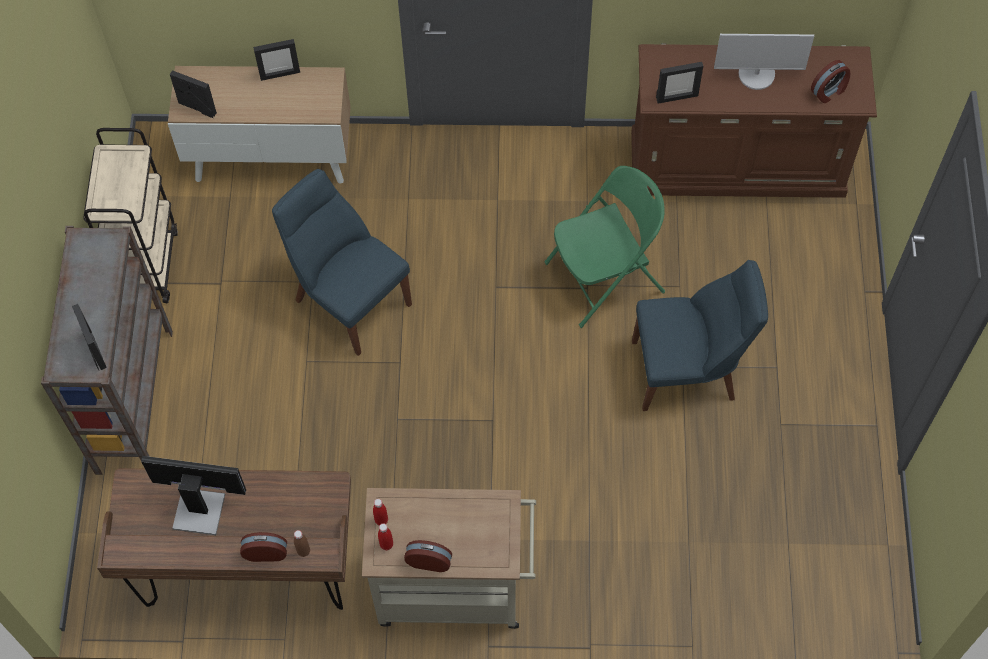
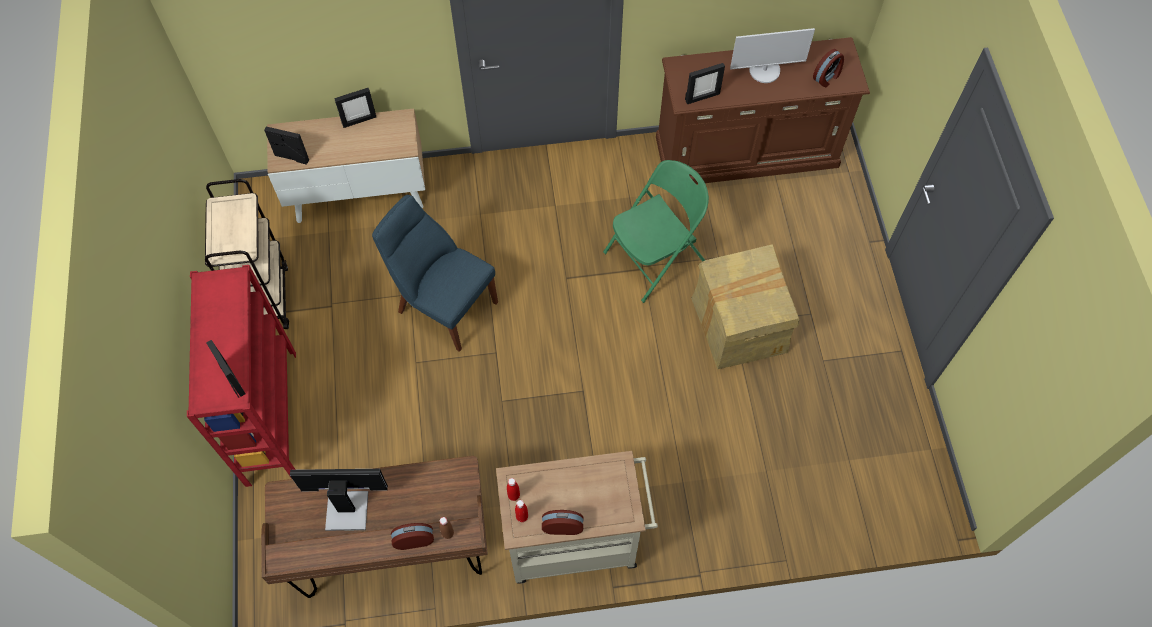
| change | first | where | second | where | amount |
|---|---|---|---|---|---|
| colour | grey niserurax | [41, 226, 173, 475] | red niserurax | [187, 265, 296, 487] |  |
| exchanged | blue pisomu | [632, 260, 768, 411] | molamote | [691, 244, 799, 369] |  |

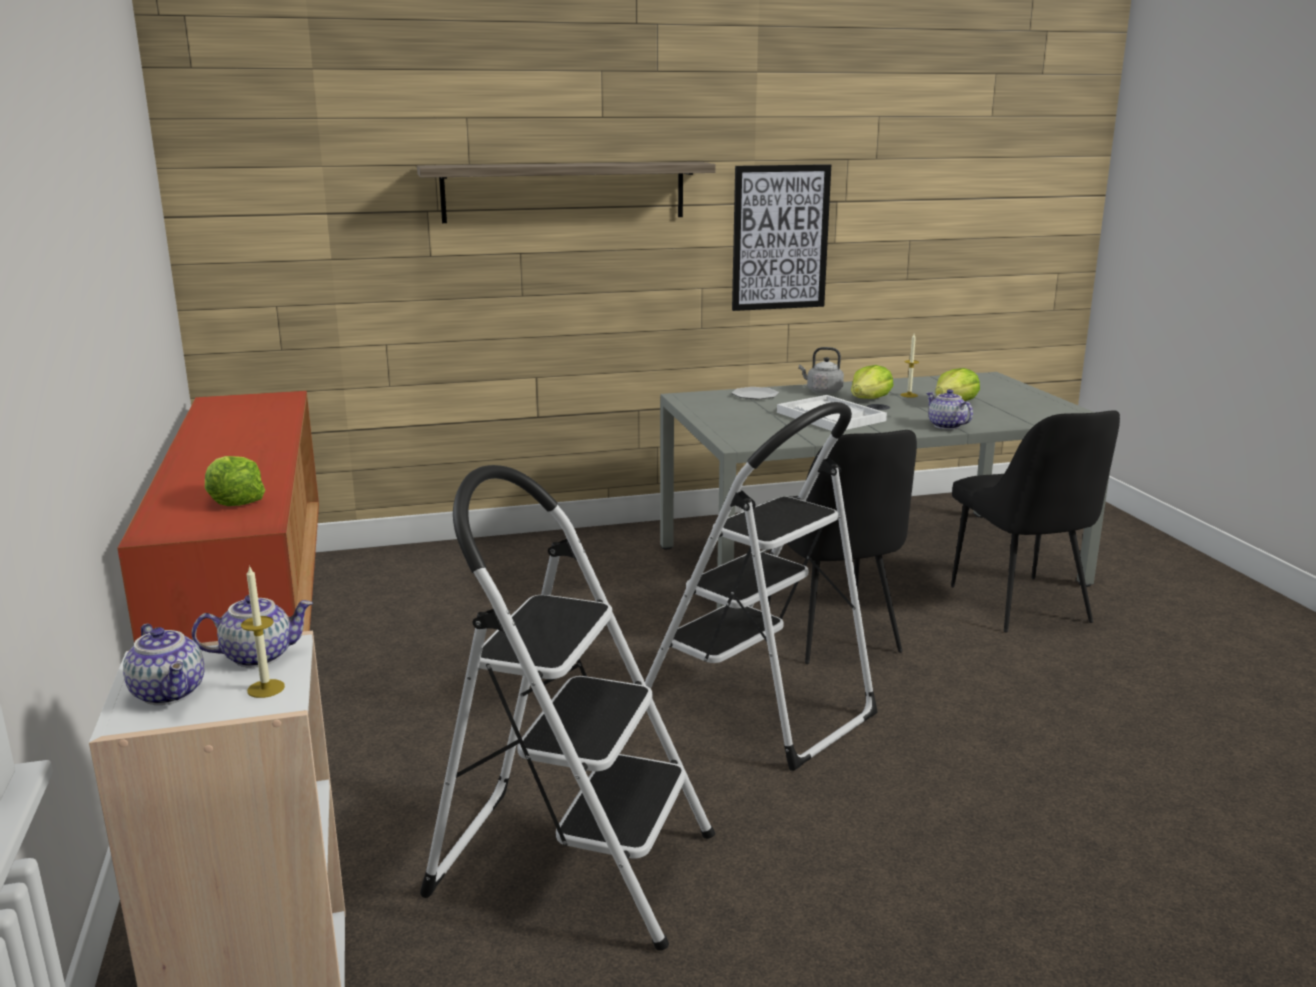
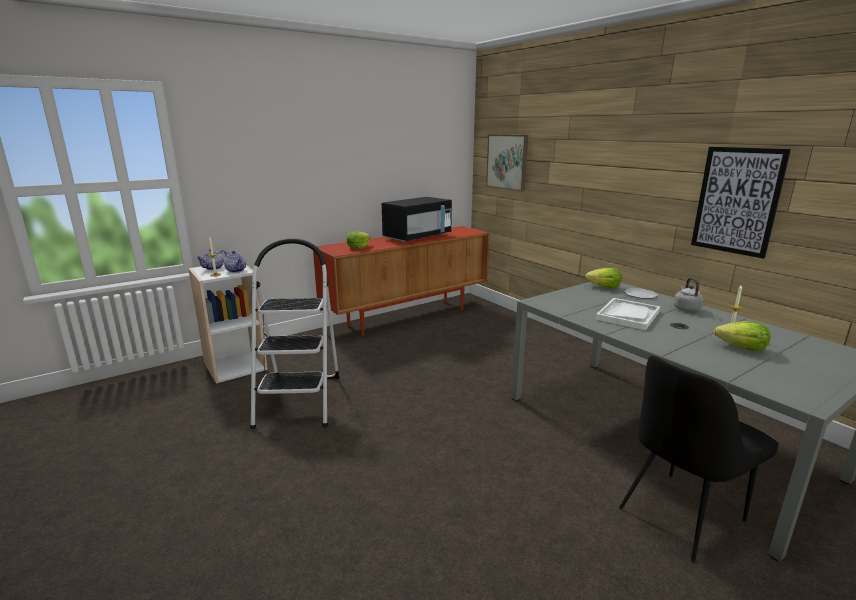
| change | first | where | second | where | amount |
|---|---|---|---|---|---|
| appeared |  |  | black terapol | [382, 197, 452, 243] |  |
| appeared |  |  | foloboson | [486, 134, 528, 192] |  |
| relocated | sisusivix | [851, 365, 893, 399] |  | [585, 268, 622, 288] |  |
| missing | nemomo | [417, 162, 716, 223] |  |  |  |
| missing | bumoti | [645, 402, 877, 771] |  |  |  |
| missing | black pisomu | [762, 430, 917, 664] |  |  |  |
| missing | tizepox | [927, 389, 973, 429] |  |  |  |

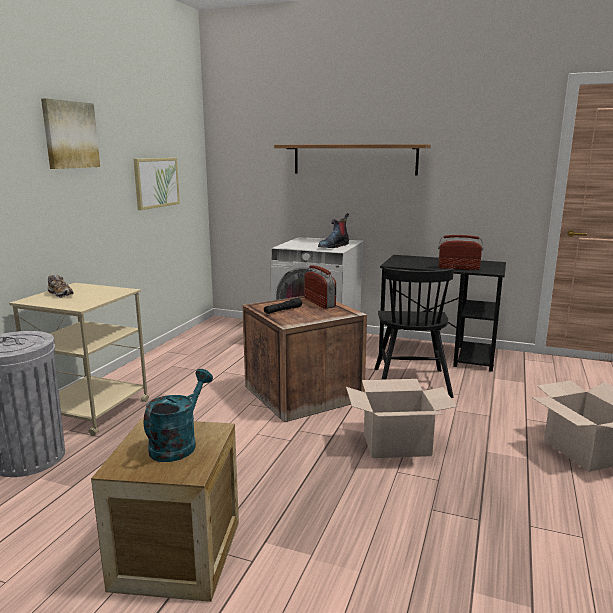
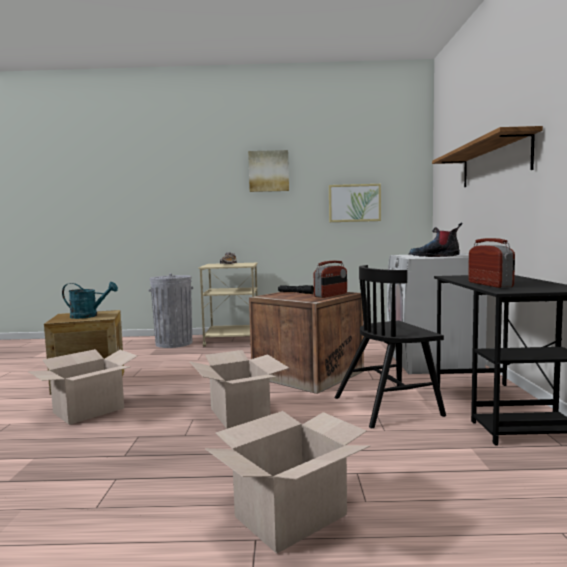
| change | first | where | second | where | amount |
|---|---|---|---|---|---|
| appeared |  |  | molamote | [28, 349, 137, 425] |  |

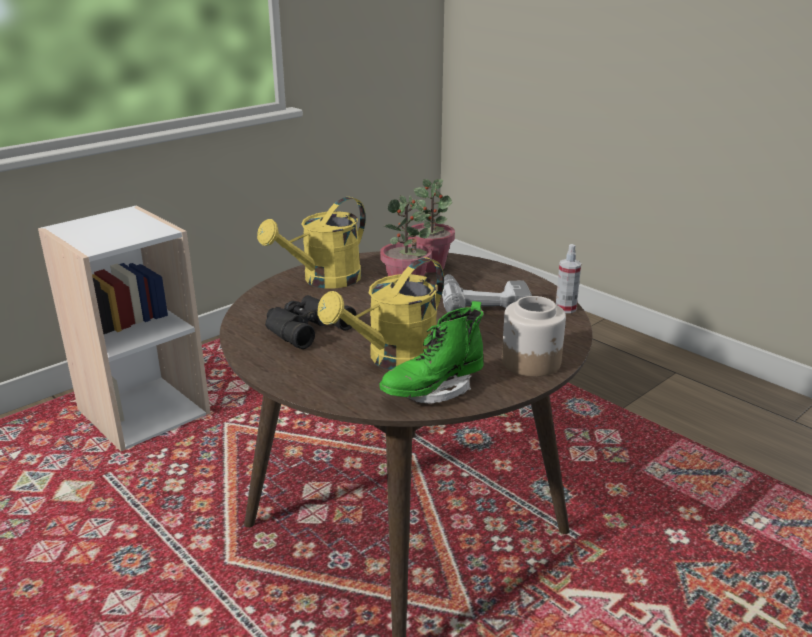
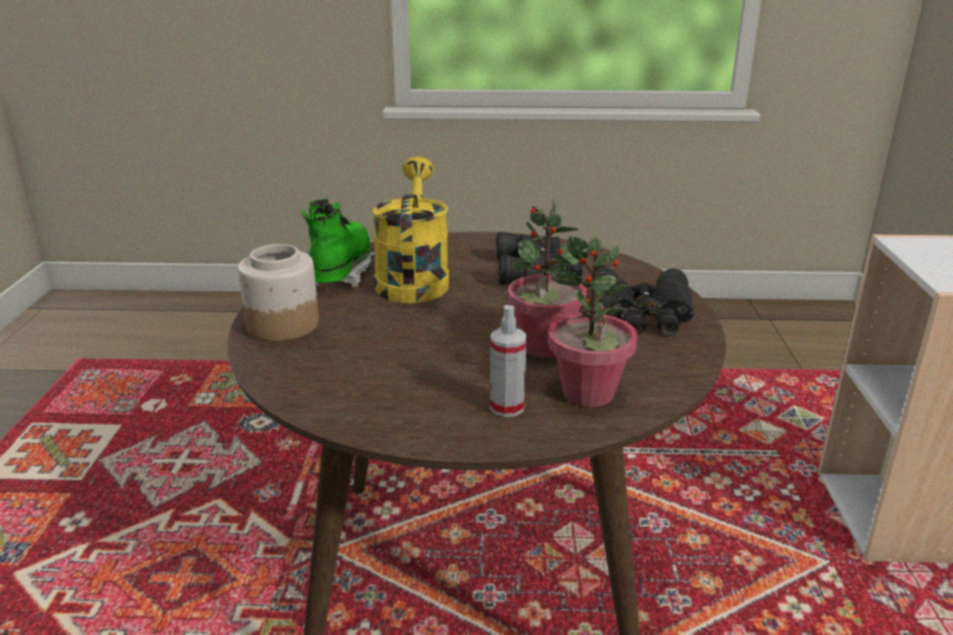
| change | first | where | second | where | amount |
|---|---|---|---|---|---|
| relocated | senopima | [556, 244, 581, 313] |  | [490, 305, 527, 417] |  |
| exchanged | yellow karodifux | [257, 197, 366, 288] | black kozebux | [591, 269, 694, 336] |  |
| missing | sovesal | [442, 274, 532, 313] |  |  |  |

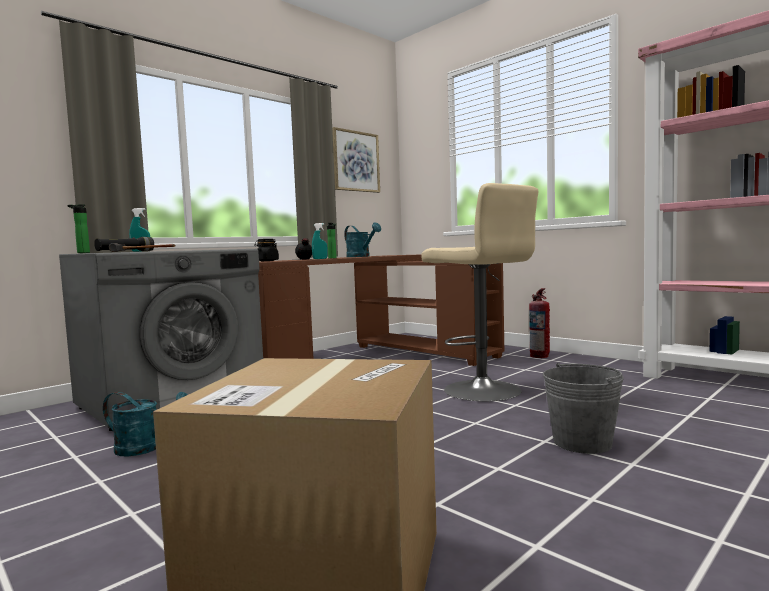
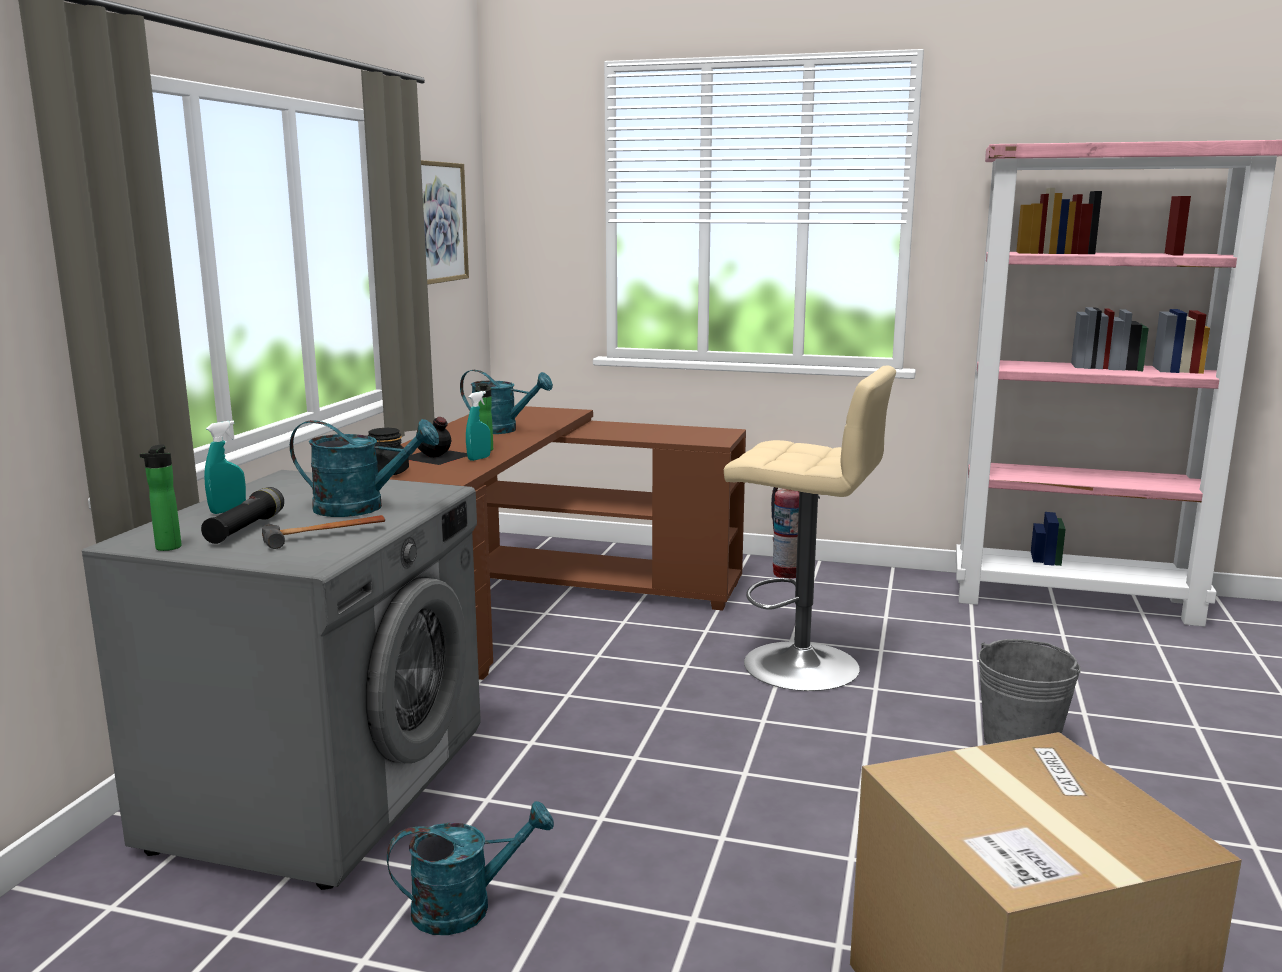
| change | first | where | second | where | amount |
|---|---|---|---|---|---|
| appeared |  |  | turquoise karodifux | [290, 419, 439, 517] |  |

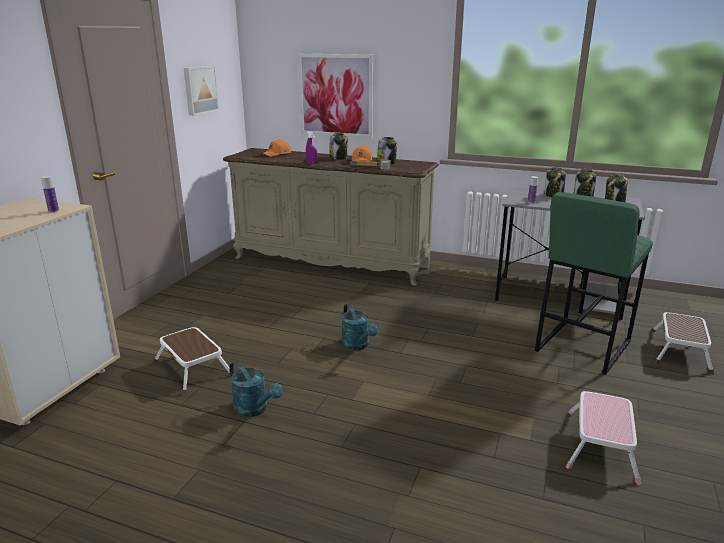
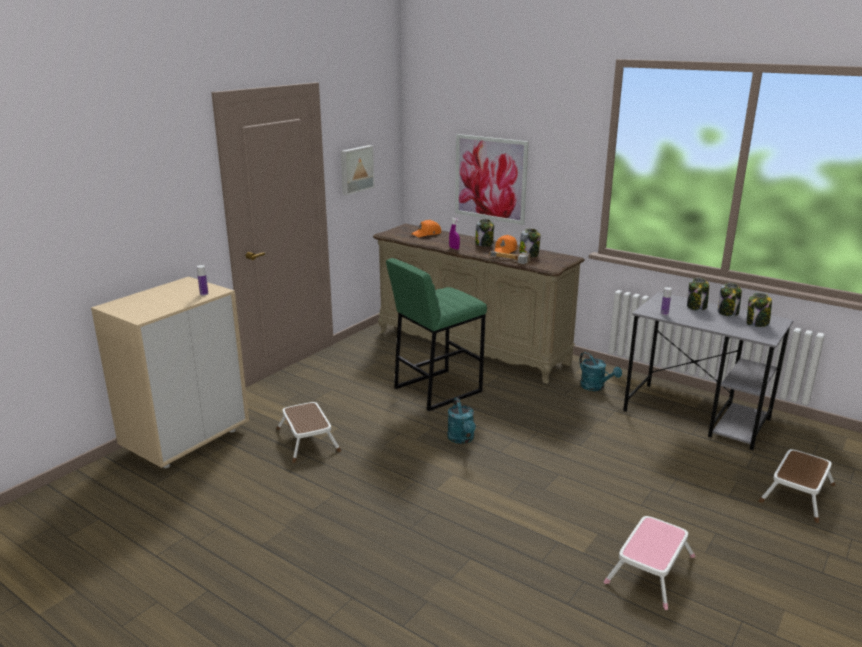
| change | first | where | second | where | amount |
|---|---|---|---|---|---|
| relocated | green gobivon | [535, 192, 653, 375] |  | [386, 258, 487, 411] |  |
| relocated | turquoise karodifux | [229, 361, 283, 417] |  | [579, 352, 622, 391] |  |

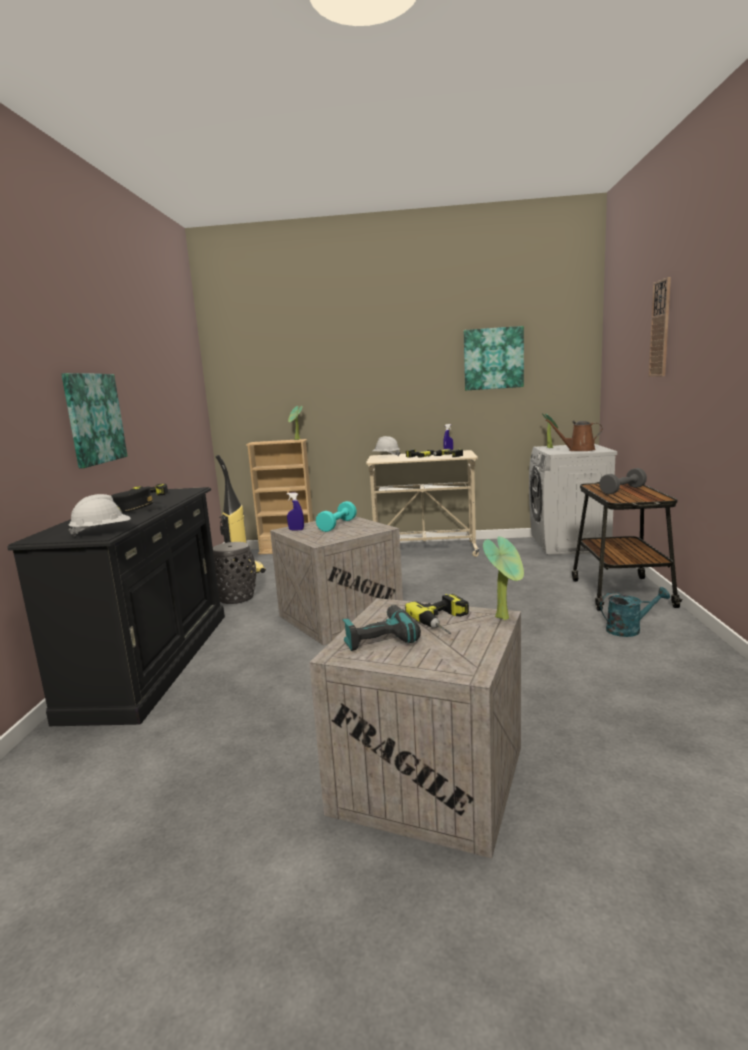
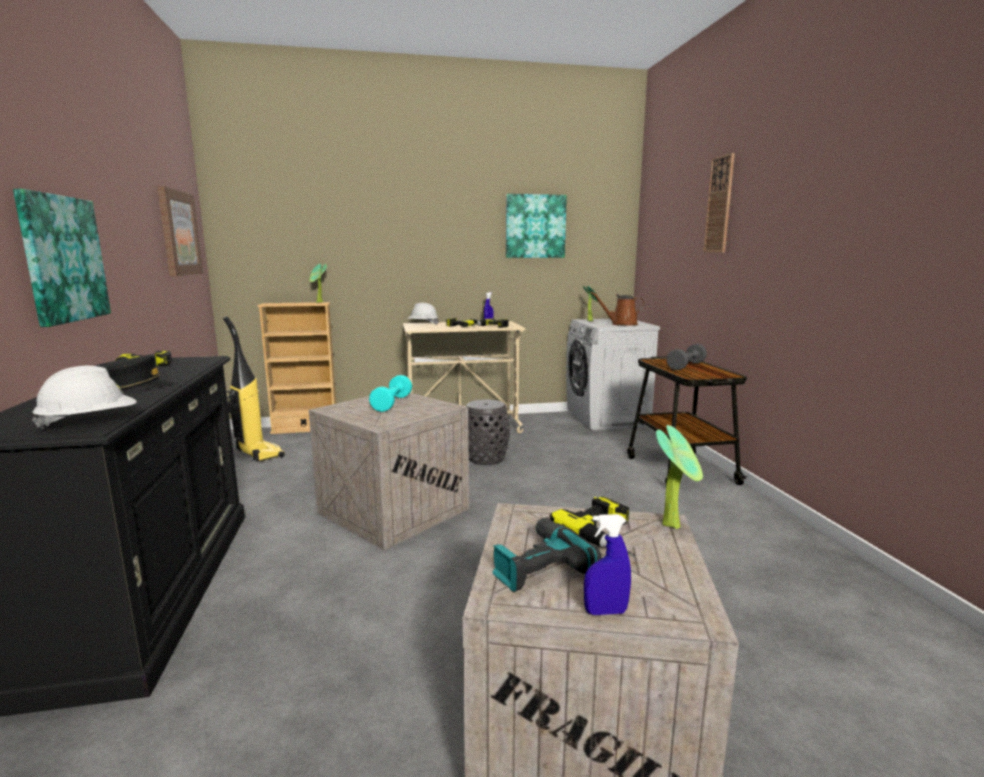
| change | first | where | second | where | amount |
|---|---|---|---|---|---|
| appeared |  |  | foloboson | [157, 186, 203, 276] |  |
| relocated | grey gobivon | [213, 542, 256, 604] |  | [466, 399, 510, 465] |  |
| relocated | blue senopima | [287, 493, 304, 530] |  | [584, 514, 631, 615] |  |
| missing | turquoise karodifux | [600, 587, 670, 637] |  |  |  |

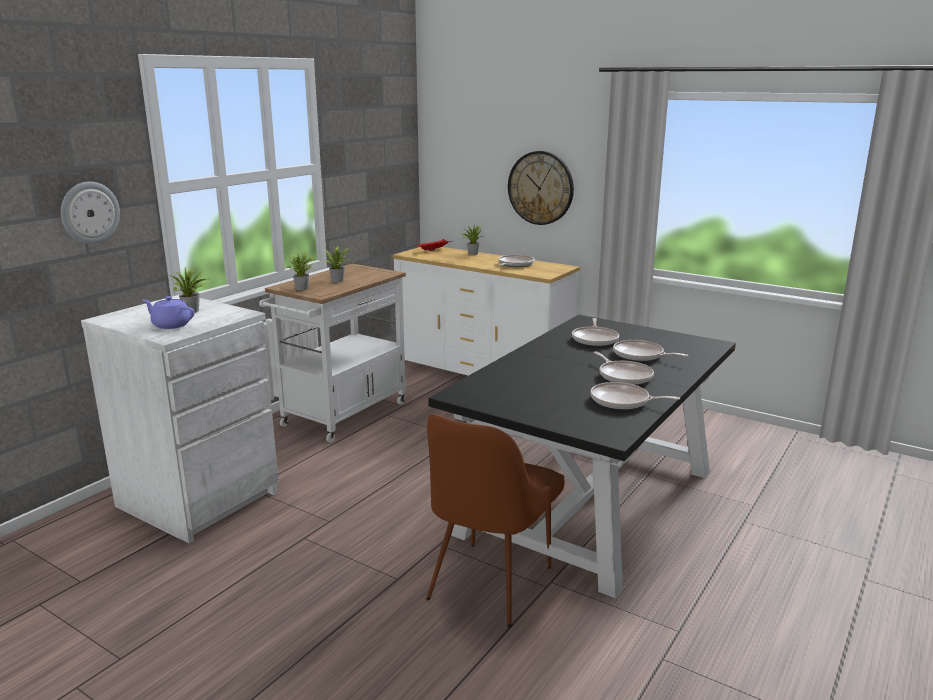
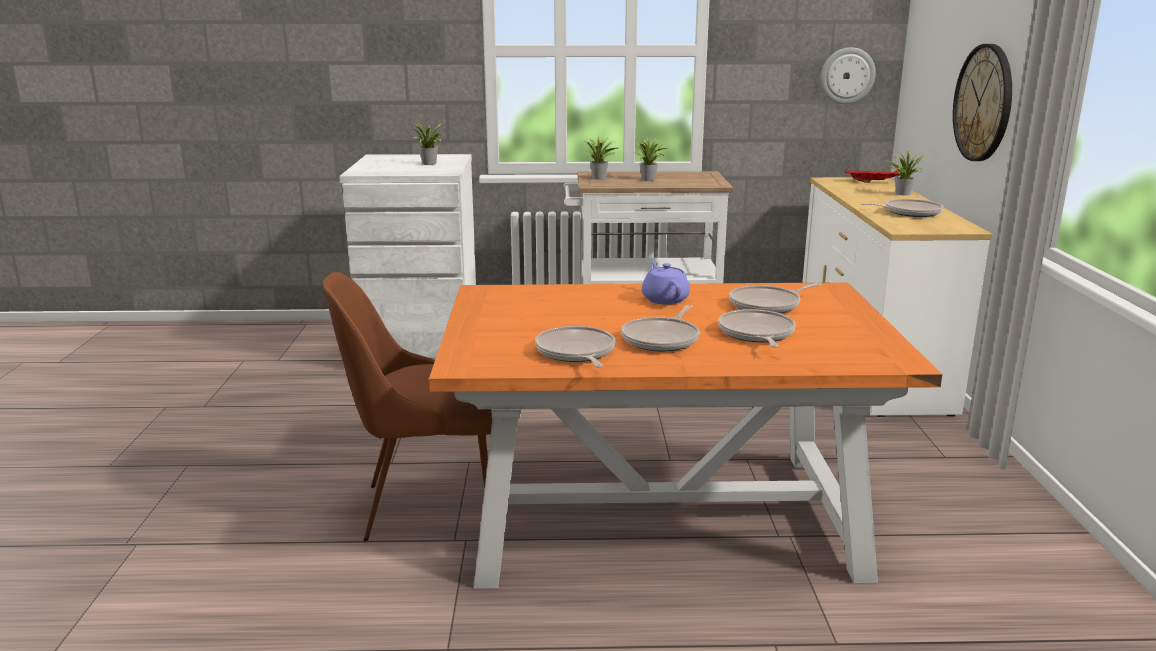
| change | first | where | second | where | amount |
|---|---|---|---|---|---|
| colour | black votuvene | [428, 315, 736, 598] | orange votuvene | [429, 282, 943, 588] |  |
| relocated | purple tizepox | [143, 296, 195, 329] |  | [642, 261, 690, 305] |  |
| relocated | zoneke | [61, 182, 120, 244] |  | [820, 47, 876, 104] |  |

